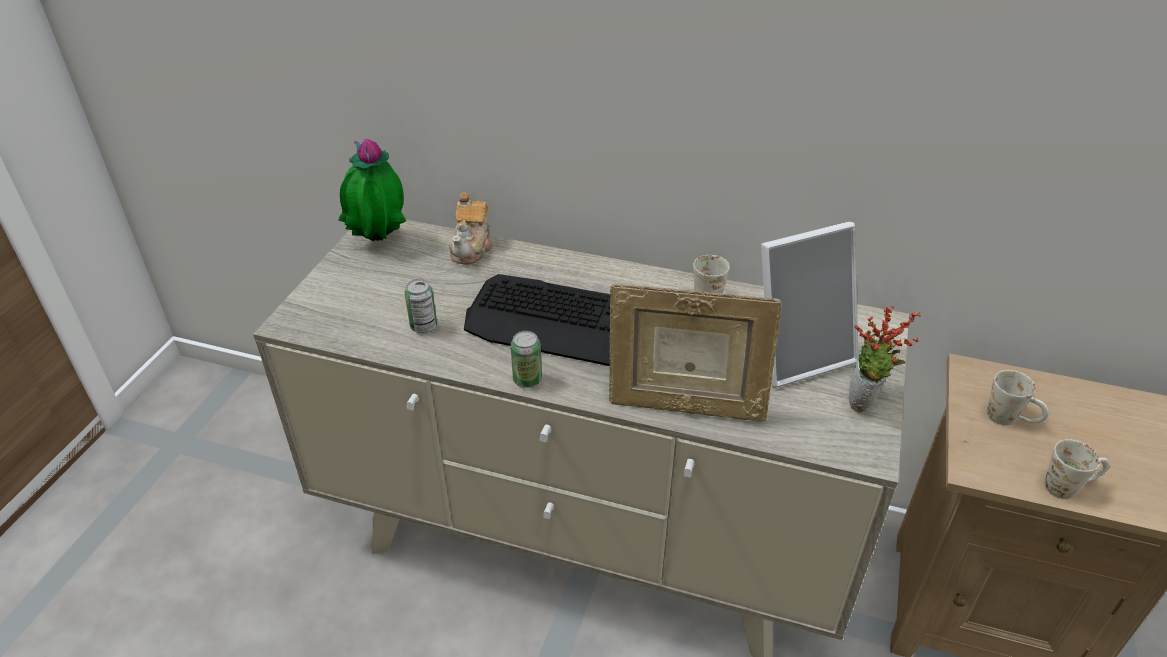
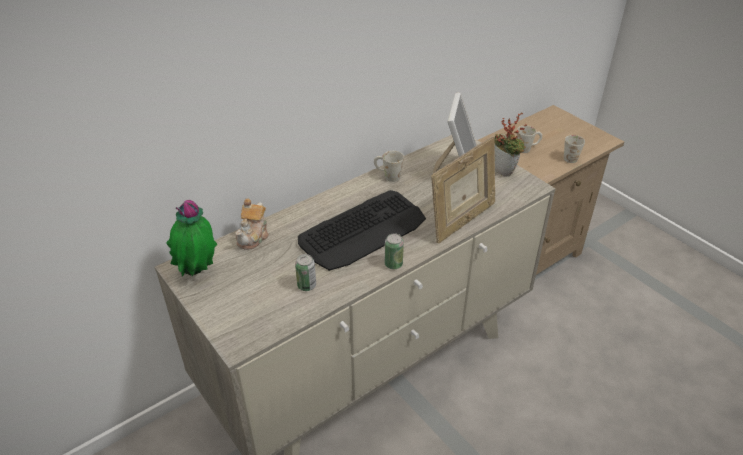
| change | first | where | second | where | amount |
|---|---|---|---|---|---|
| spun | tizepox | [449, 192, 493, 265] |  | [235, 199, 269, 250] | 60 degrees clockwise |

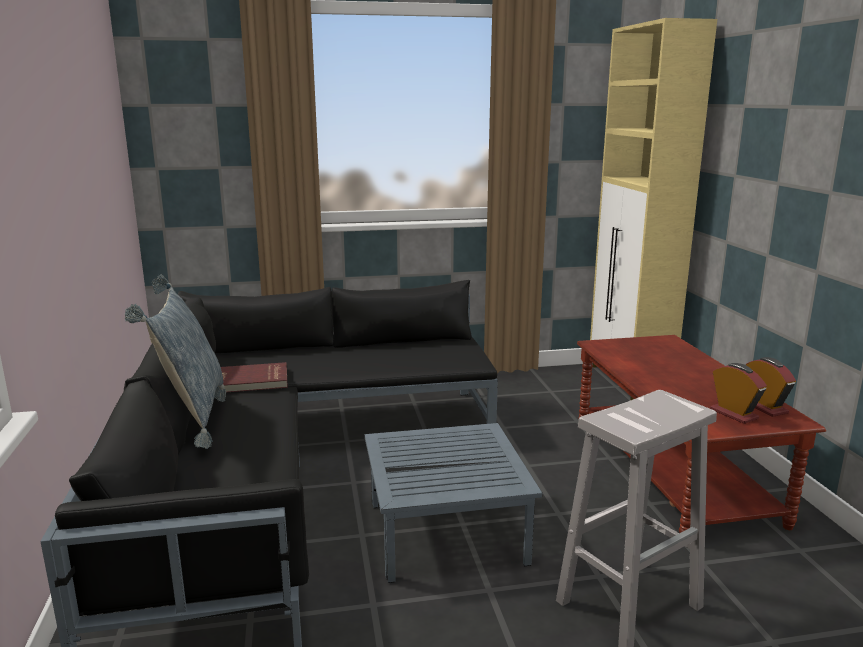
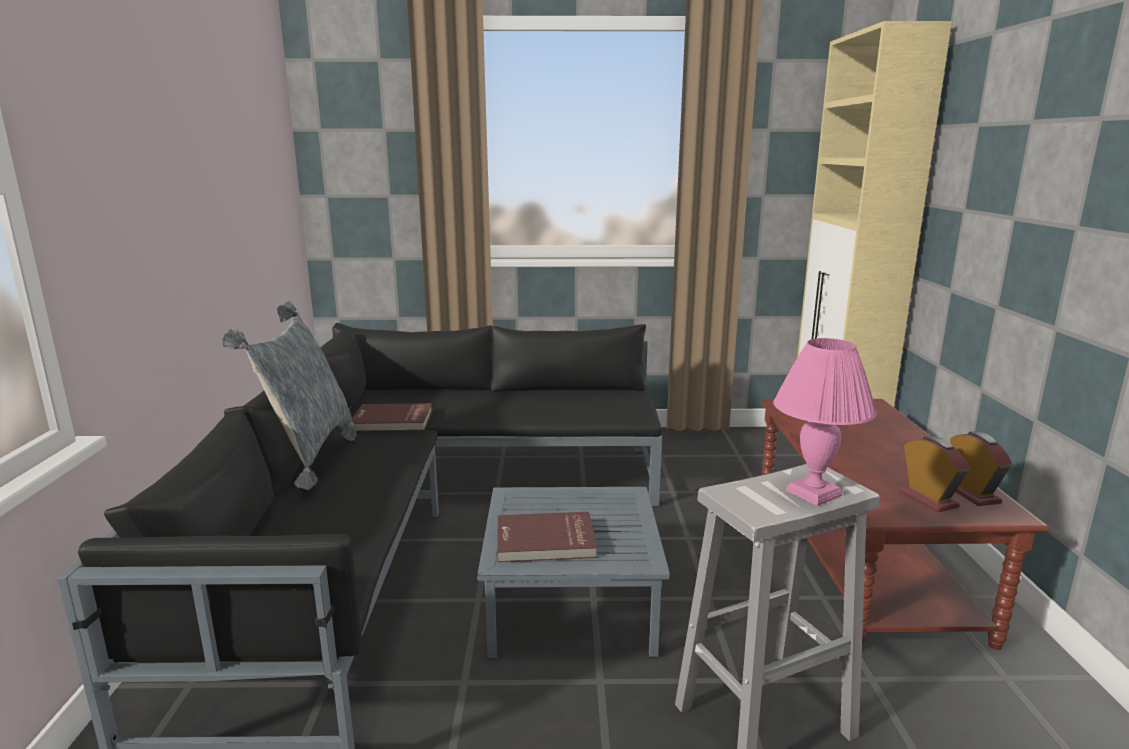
| change | first | where | second | where | amount |
|---|---|---|---|---|---|
| appeared |  |  | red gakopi | [497, 512, 597, 562] |  |
| appeared |  |  | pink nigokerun | [773, 338, 877, 506] |  |

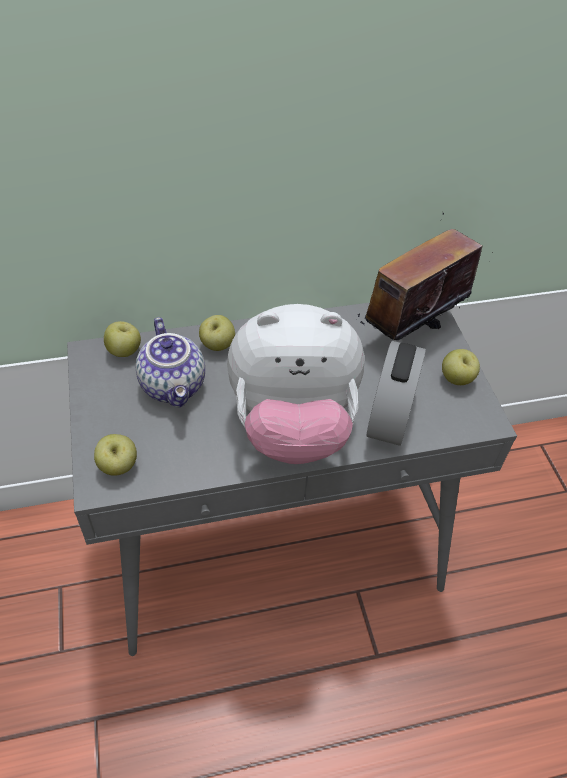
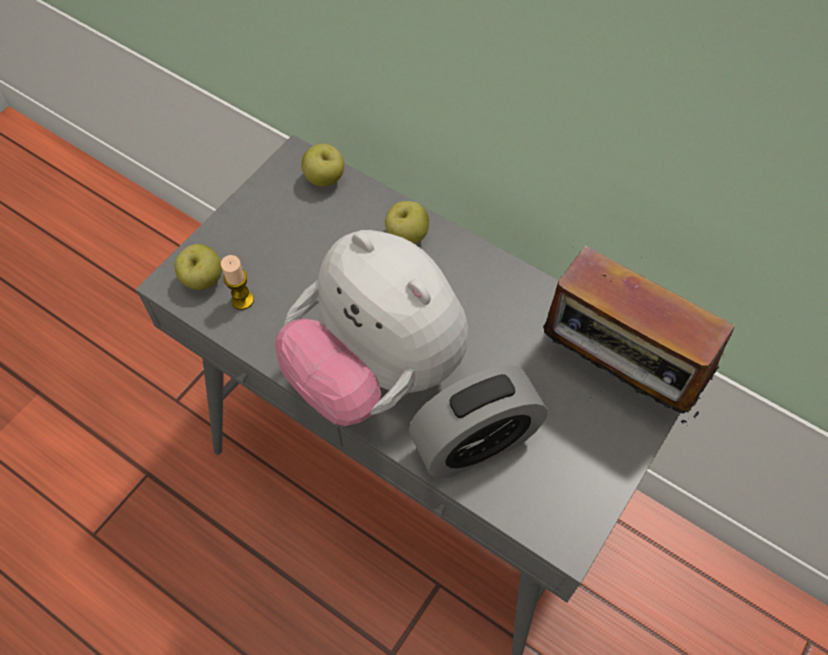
| change | first | where | second | where | amount |
|---|---|---|---|---|---|
| appeared |  |  | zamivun | [221, 255, 254, 310] |  |
| spun | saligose | [358, 213, 490, 340] |  | [543, 246, 735, 426] | 150 degrees counterclockwise |
| missing | tizepox | [136, 317, 205, 408] |  |  |  |
| missing | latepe | [442, 349, 480, 385] |  |  |  |

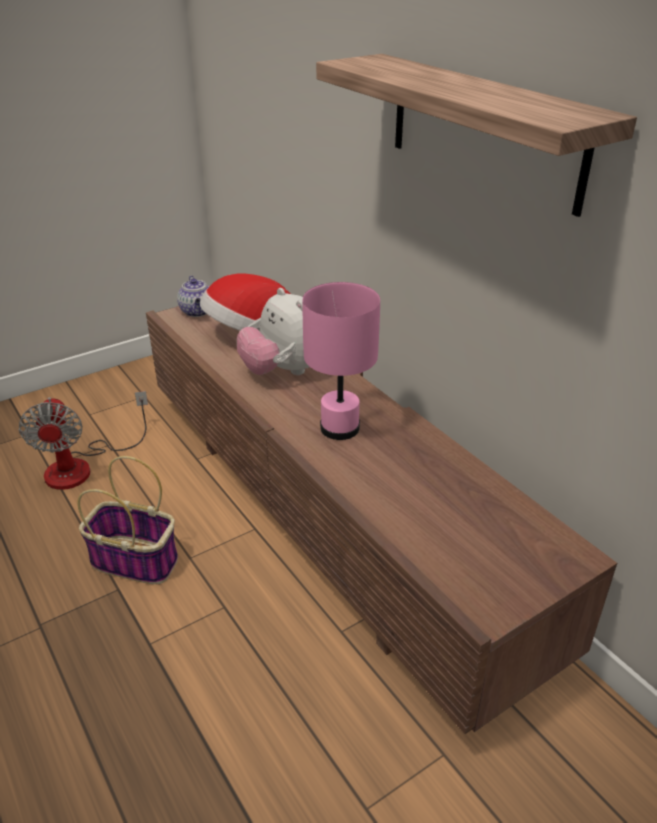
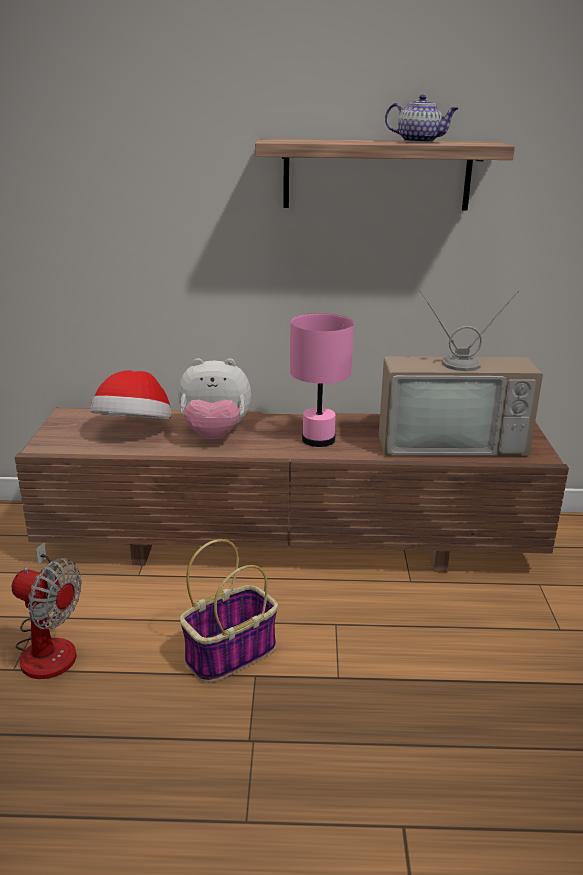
| change | first | where | second | where | amount |
|---|---|---|---|---|---|
| appeared |  |  | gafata | [379, 290, 543, 456] |  |
| relocated | tizepox | [177, 276, 209, 317] |  | [385, 95, 459, 143] |  |

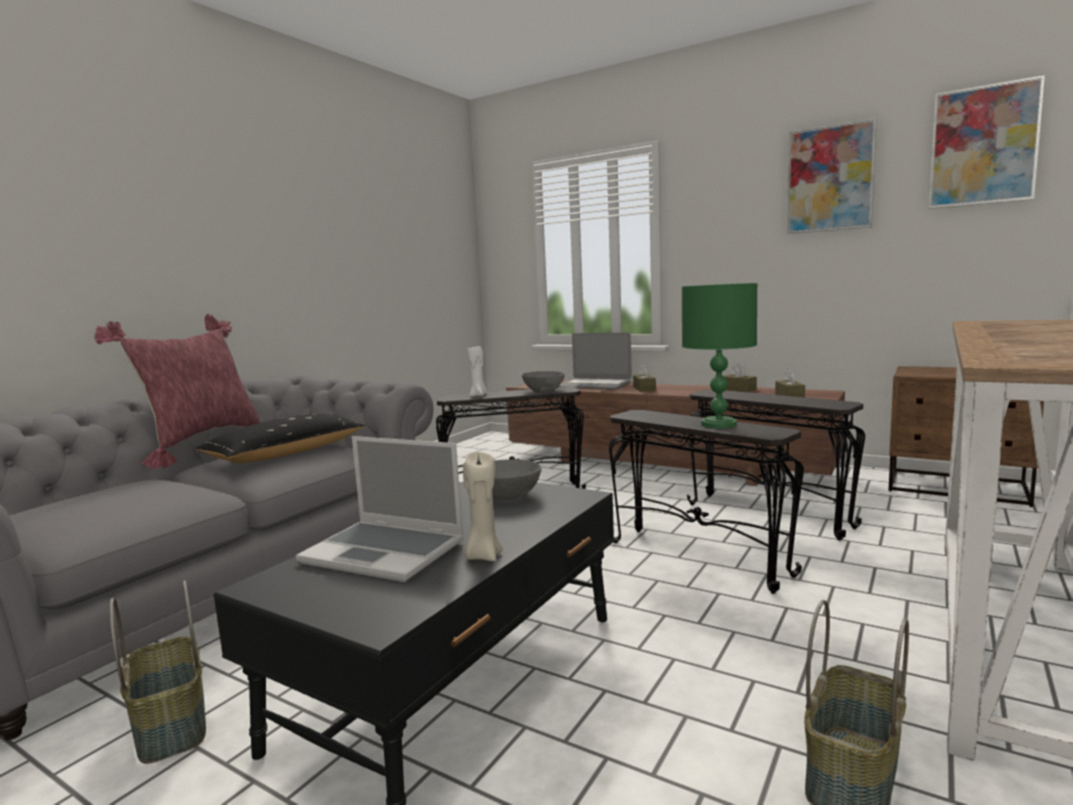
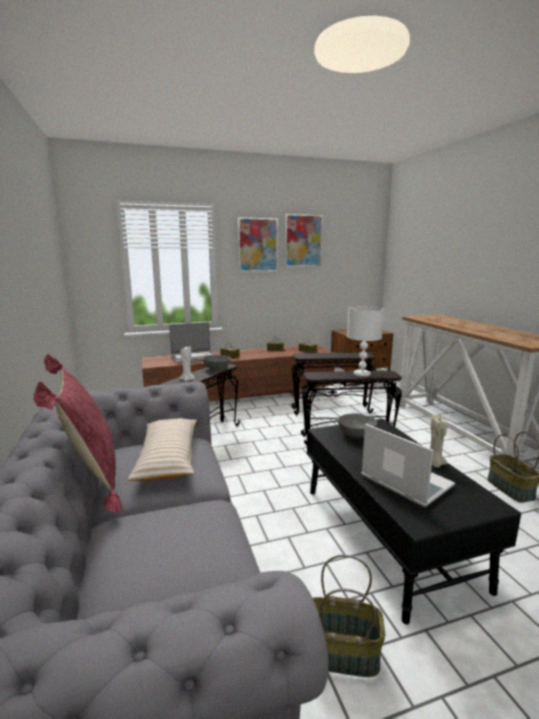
| change | first | where | second | where | amount |
|---|---|---|---|---|---|
| colour | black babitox | [195, 414, 366, 463] | beige babitox | [127, 418, 197, 481] |  |
| relocated | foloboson | [929, 75, 1045, 209] |  | [238, 217, 278, 272] |  |
| colour | green nigokerun | [682, 283, 758, 428] | white nigokerun | [347, 306, 384, 377] |  |
| spun | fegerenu | [296, 436, 464, 582] |  | [361, 424, 455, 507] | 105 degrees counterclockwise |

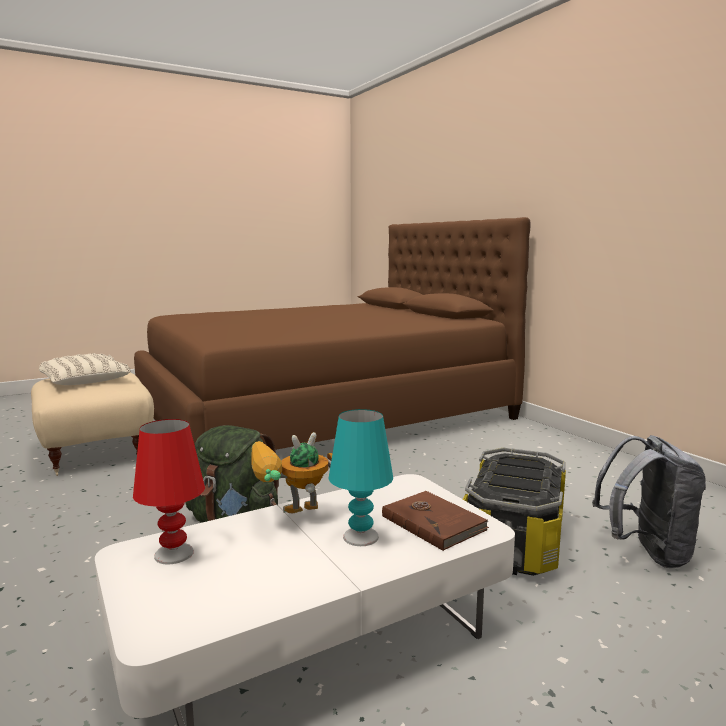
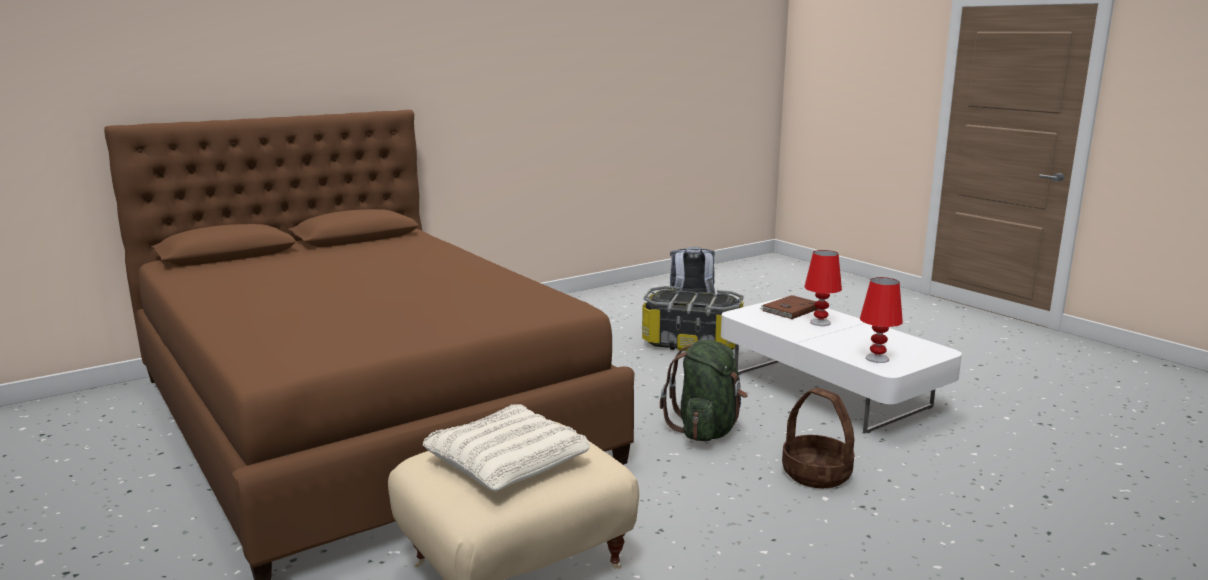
| change | first | where | second | where | amount |
|---|---|---|---|---|---|
| appeared |  |  | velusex | [782, 388, 855, 488] |  |
| colour | turquoise nigokerun | [328, 409, 393, 546] | red nigokerun | [804, 250, 842, 326] |  |
| missing | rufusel | [251, 432, 332, 513] |  |  |  |

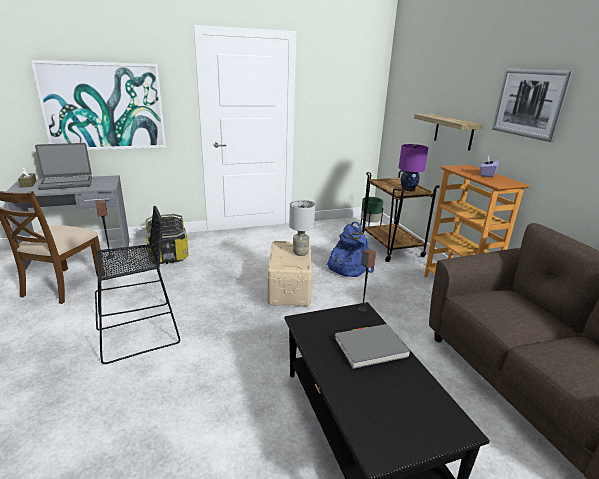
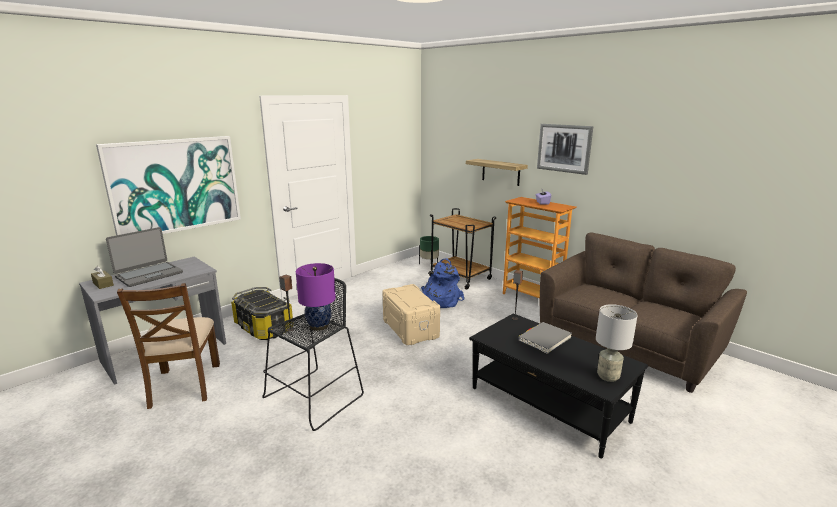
| change | first | where | second | where | amount |
|---|---|---|---|---|---|
| relocated | purple nigokerun | [399, 144, 428, 191] |  | [296, 263, 336, 331] |  |
| relocated | grey nigokerun | [289, 200, 315, 256] |  | [596, 304, 638, 382] |  |

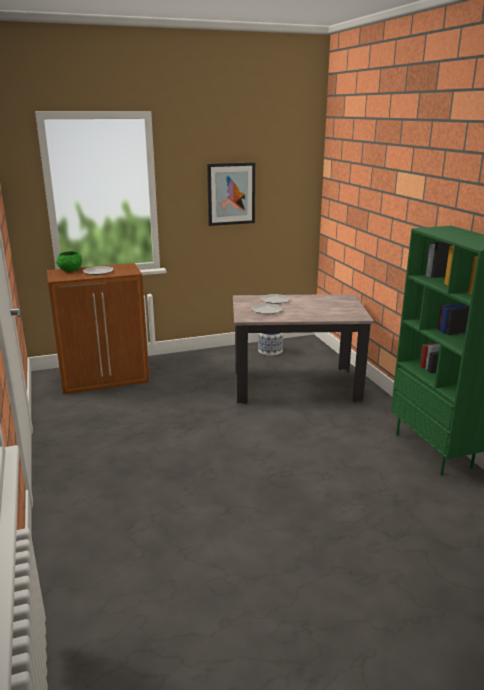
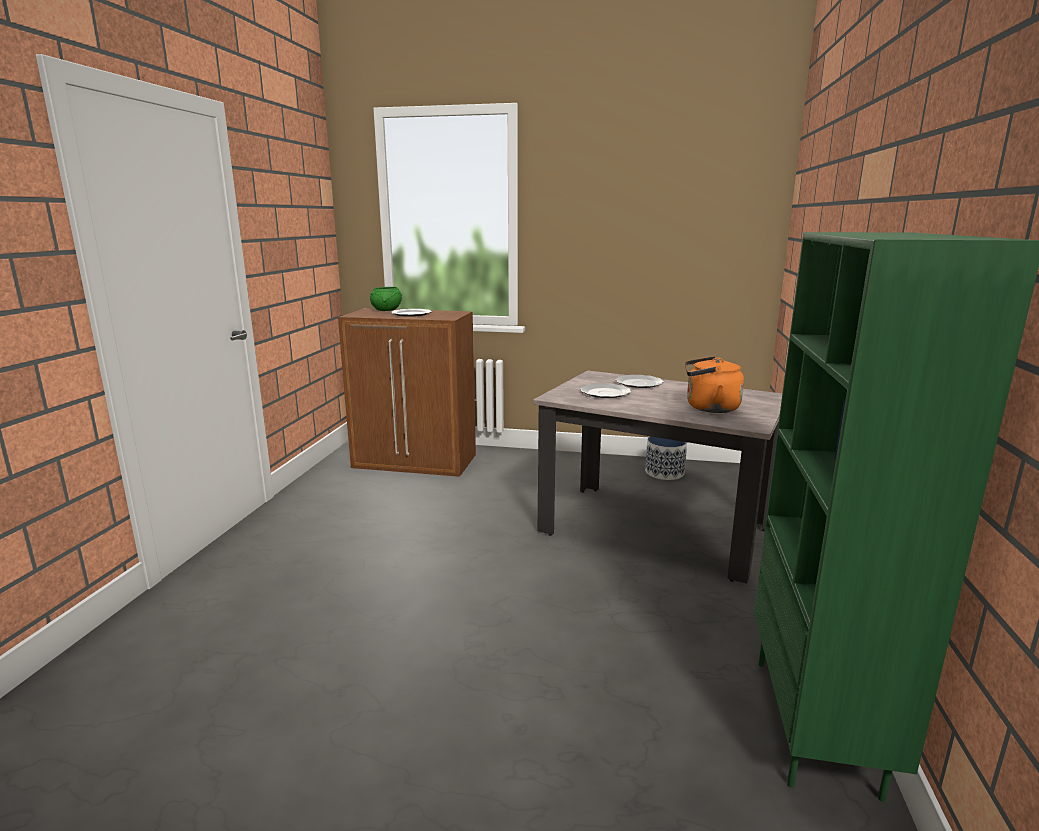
| change | first | where | second | where | amount |
|---|---|---|---|---|---|
| appeared |  |  | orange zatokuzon | [685, 356, 744, 413] |  |
| missing | foloboson | [207, 162, 255, 226] |  |  |  |

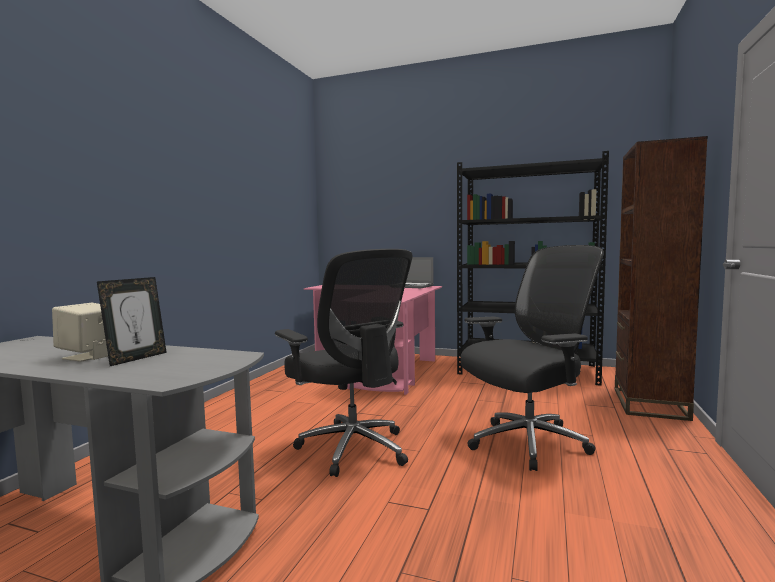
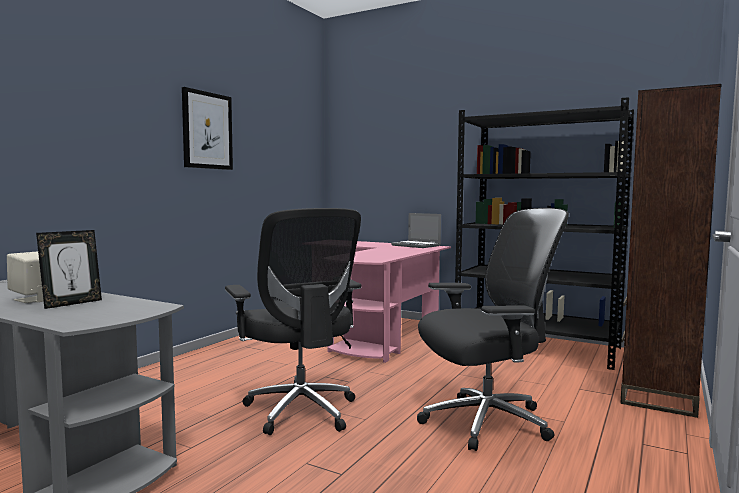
| change | first | where | second | where | amount |
|---|---|---|---|---|---|
| appeared |  |  | foloboson | [182, 87, 233, 170] |  |

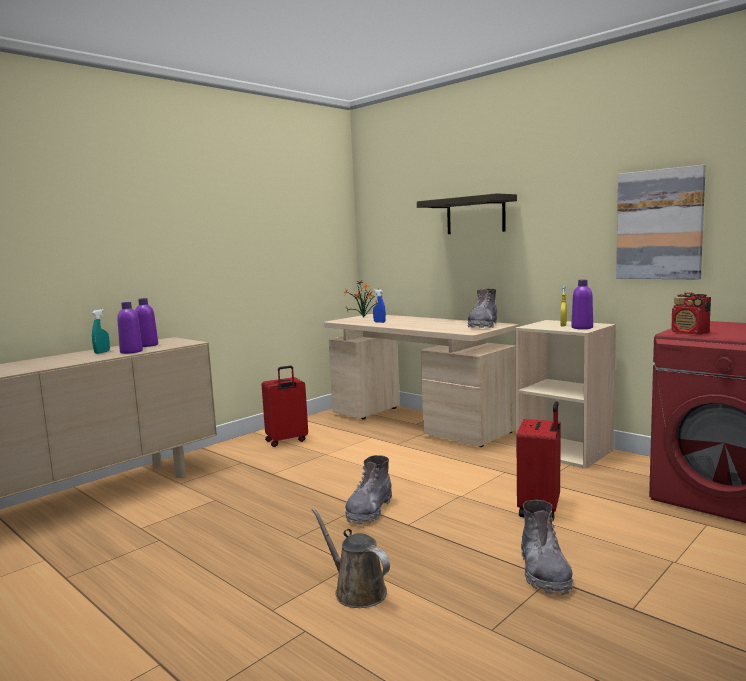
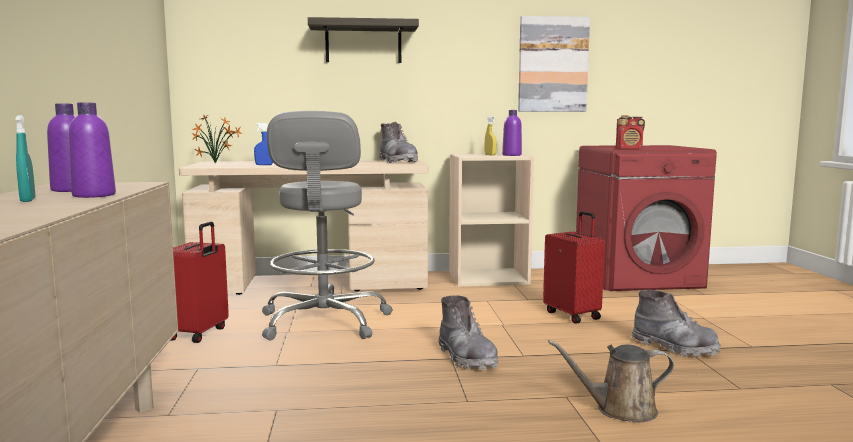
| change | first | where | second | where | amount |
|---|---|---|---|---|---|
| appeared |  |  | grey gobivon | [262, 111, 393, 340] |  |

